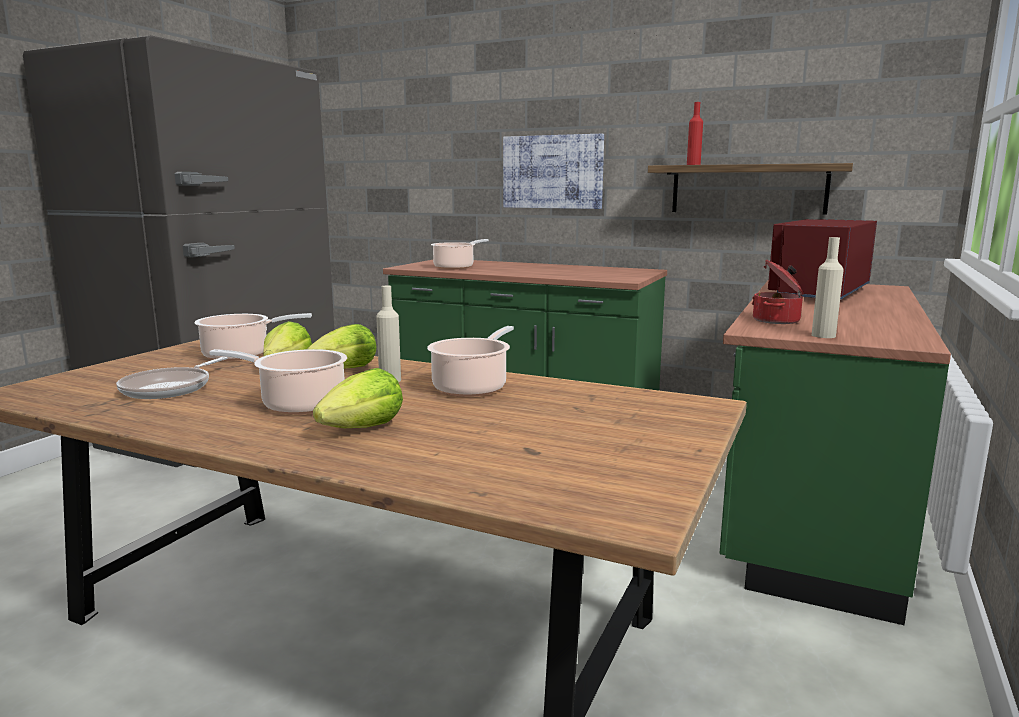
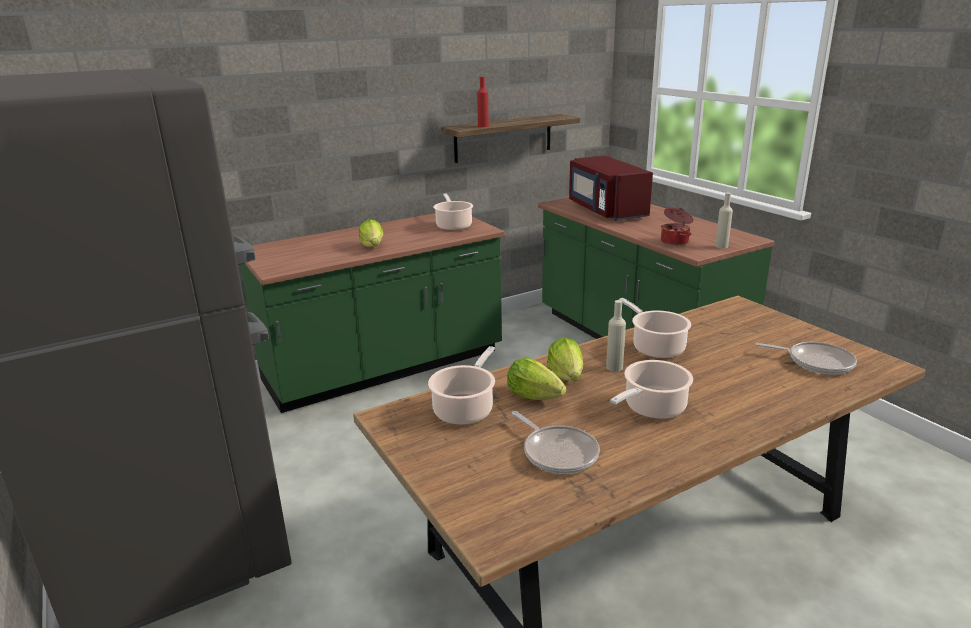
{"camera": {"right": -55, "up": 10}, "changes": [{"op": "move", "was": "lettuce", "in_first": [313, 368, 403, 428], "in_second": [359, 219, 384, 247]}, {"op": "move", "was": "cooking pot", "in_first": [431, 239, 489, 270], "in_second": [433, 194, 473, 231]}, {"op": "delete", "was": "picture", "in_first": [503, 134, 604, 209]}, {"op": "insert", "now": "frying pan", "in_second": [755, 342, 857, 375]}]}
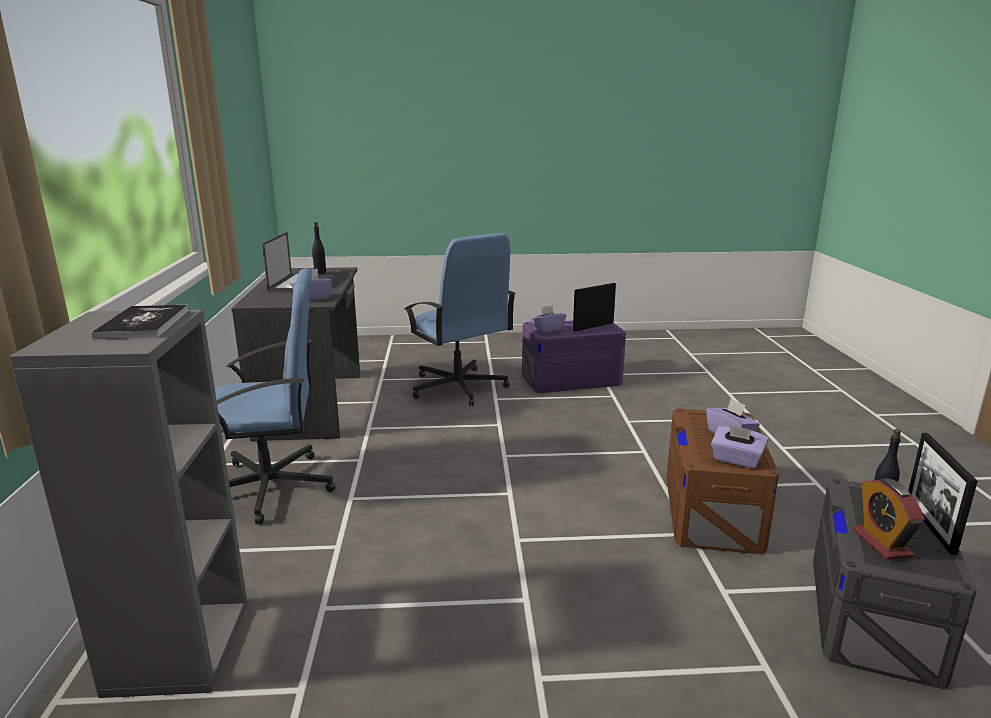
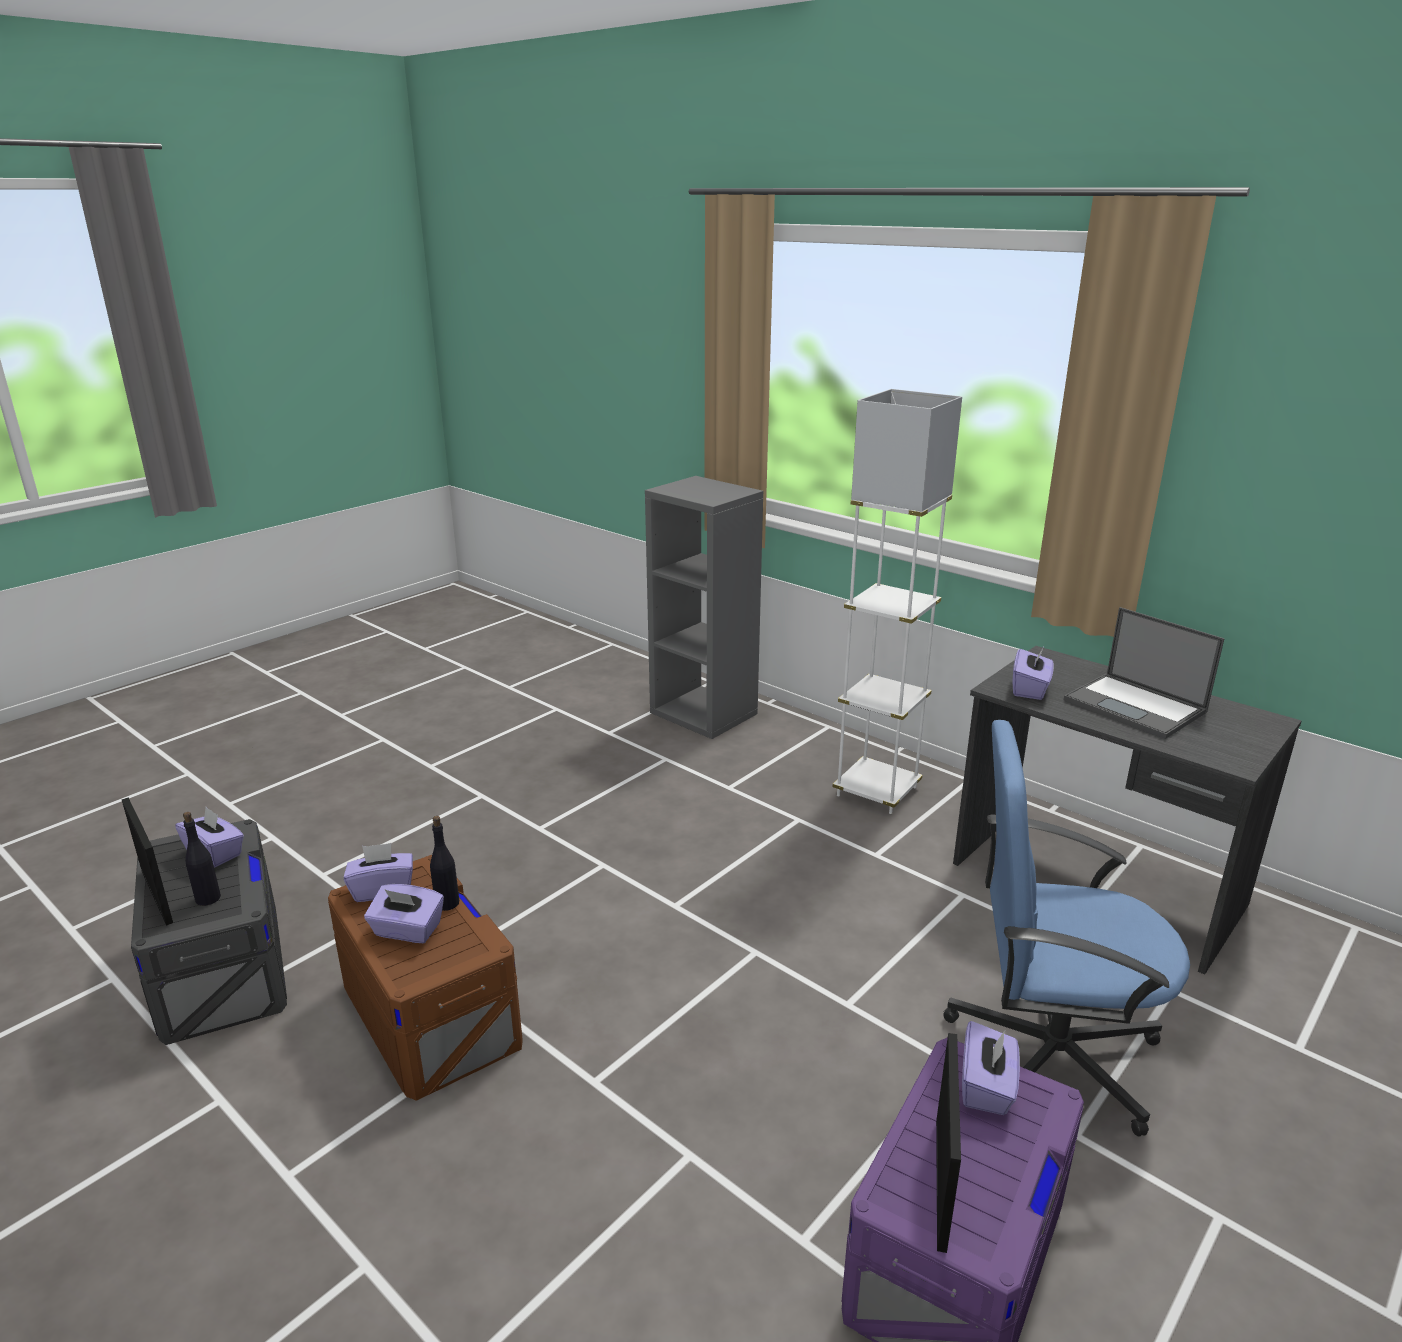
{"camera": {"right": 135, "up": 5}, "changes": [{"op": "delete", "was": "book", "in_first": [92, 305, 189, 339]}, {"op": "replace", "was": "blue office chair", "now": "white floor lamp", "in_first": [215, 268, 336, 525], "in_second": [833, 389, 962, 814]}, {"op": "move", "was": "black bottle", "in_first": [312, 222, 326, 274], "in_second": [430, 816, 459, 911]}, {"op": "replace", "was": "alarm clock", "now": "purple tissue box", "in_first": [853, 478, 925, 560], "in_second": [175, 807, 244, 868]}]}
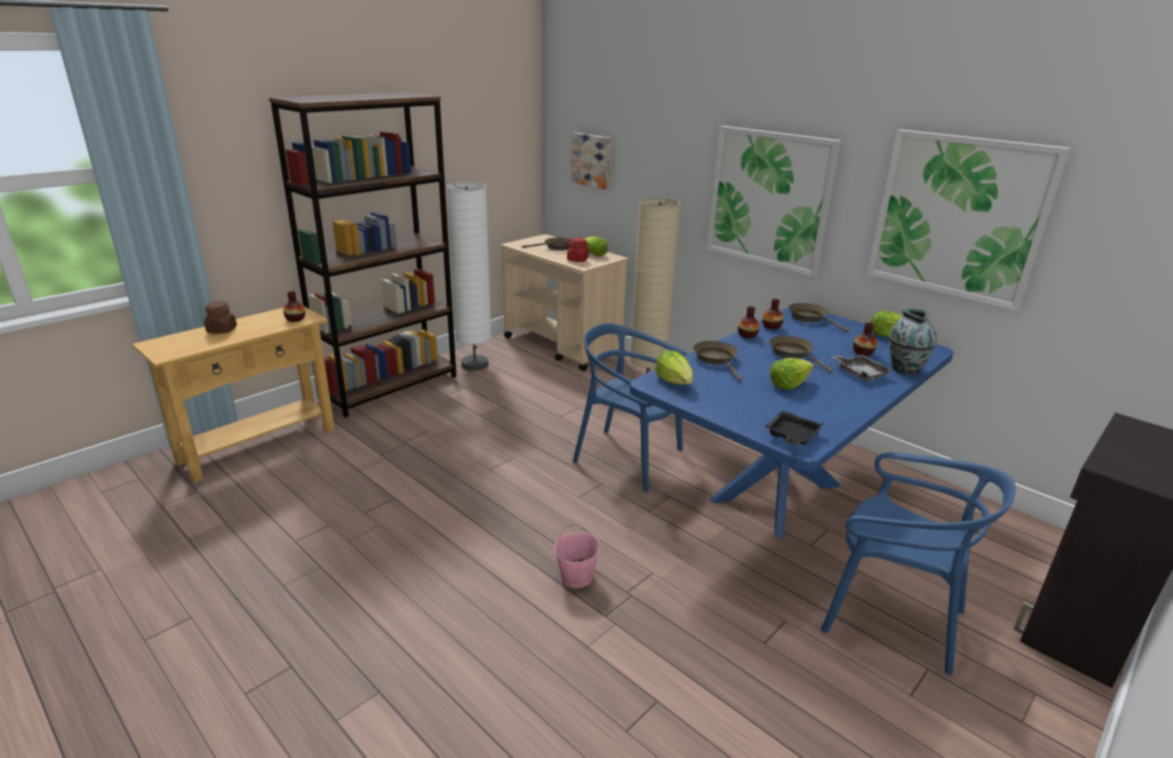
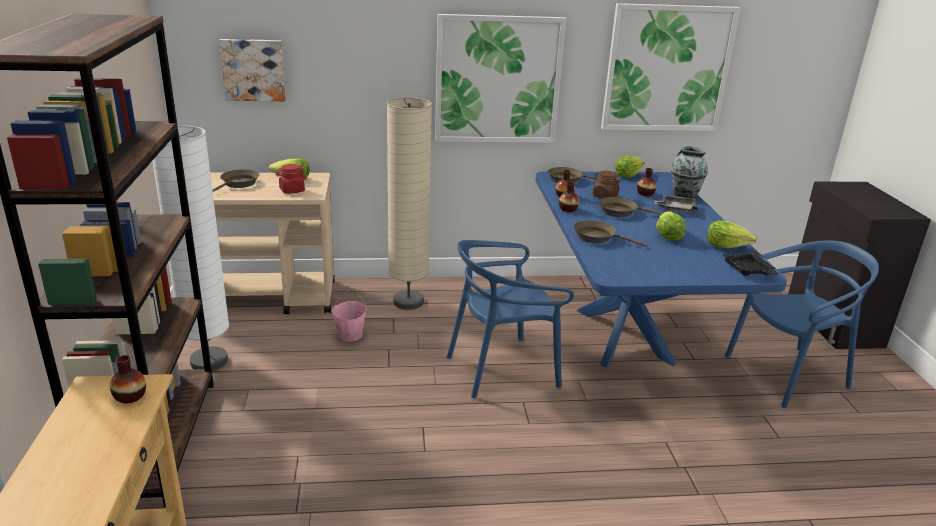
{"camera": {"right": -50, "up": 0}, "changes": [{"op": "move", "was": "brown jar", "in_first": [204, 301, 237, 334], "in_second": [592, 171, 620, 199]}, {"op": "move", "was": "pink bucket", "in_first": [554, 524, 600, 588], "in_second": [332, 291, 367, 342]}, {"op": "move", "was": "lettuce", "in_first": [656, 350, 693, 385], "in_second": [707, 220, 757, 248]}]}
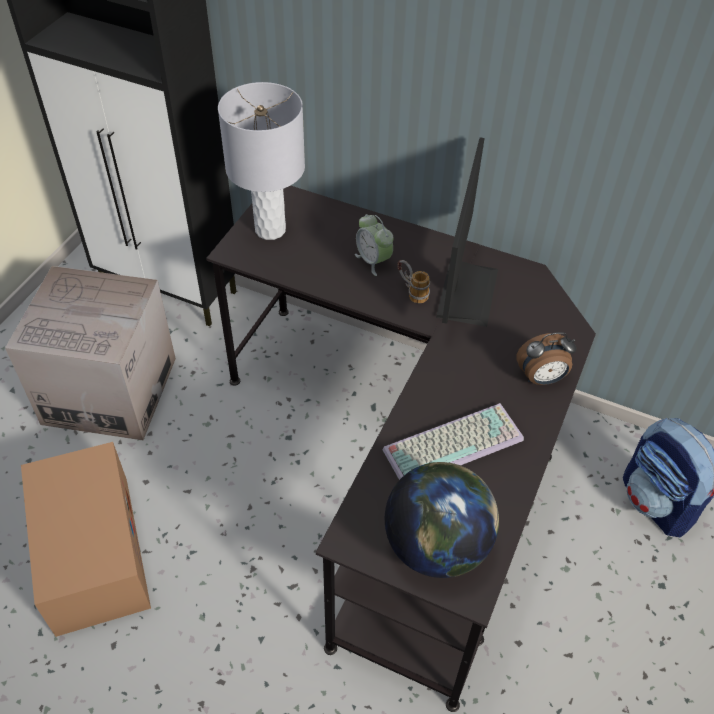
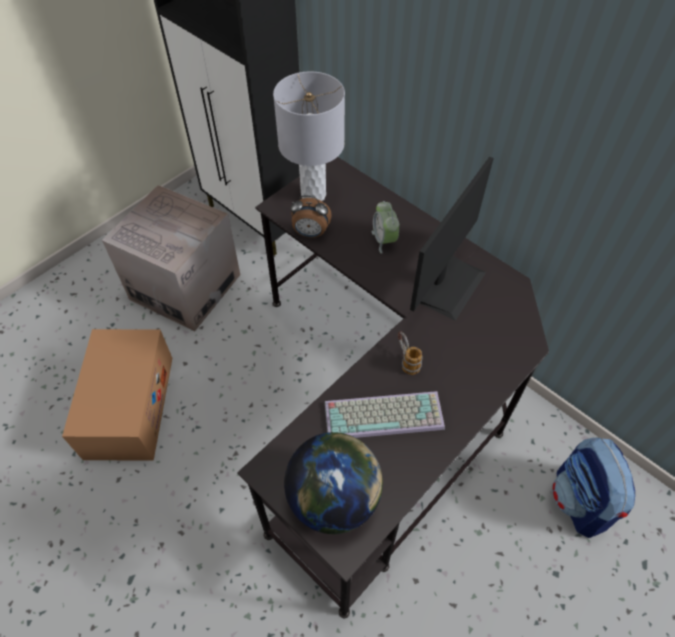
{"camera": {"right": 20, "up": 5}, "changes": [{"op": "move", "was": "mug", "in_first": [398, 260, 430, 303], "in_second": [398, 331, 423, 375]}, {"op": "move", "was": "alarm clock", "in_first": [516, 332, 576, 385], "in_second": [290, 196, 332, 238]}]}
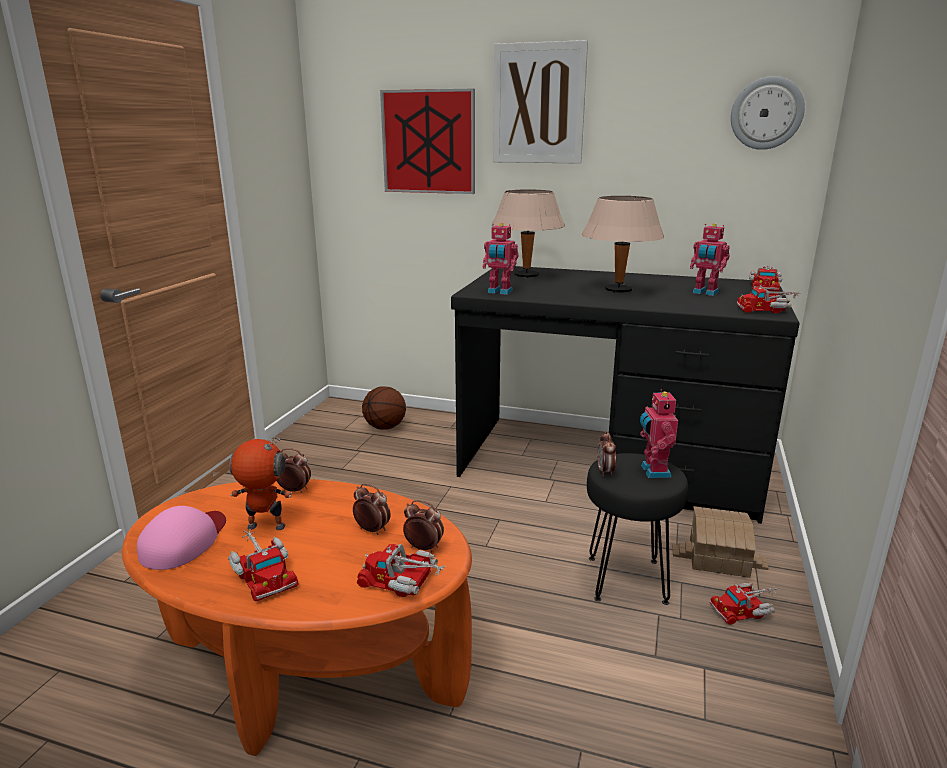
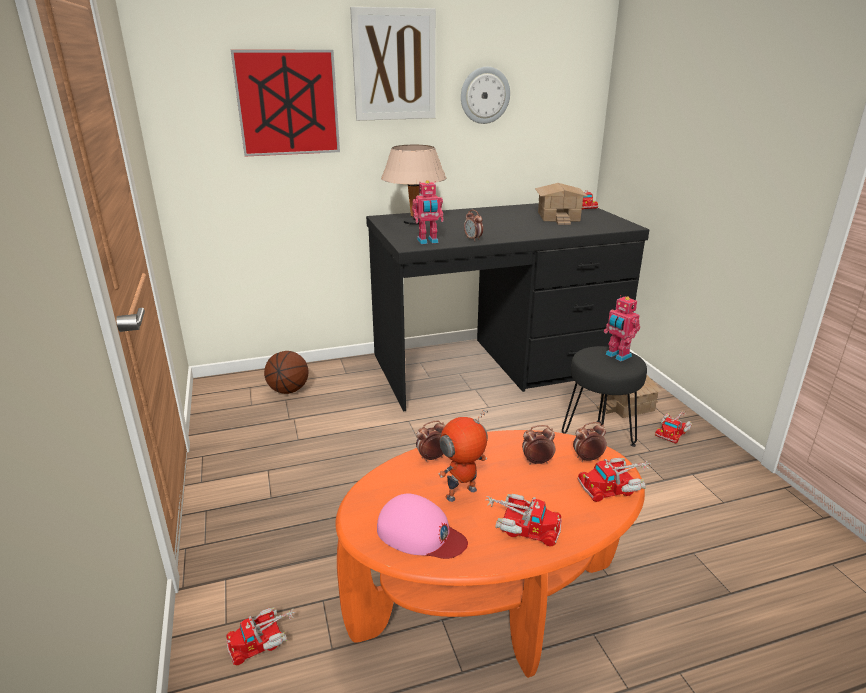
{"camera": {"right": -35, "up": 5}, "changes": [{"op": "rotate", "was": "pink cap", "in_first": [137, 506, 226, 570], "in_second": [377, 494, 468, 559], "clockwise": 135}, {"op": "delete", "was": "beige table lamp", "in_first": [582, 196, 664, 293]}, {"op": "move", "was": "alarm clock", "in_first": [597, 431, 616, 476], "in_second": [464, 210, 483, 240]}, {"op": "replace", "was": "toy robot", "now": "toy house", "in_first": [690, 223, 729, 296], "in_second": [535, 183, 587, 225]}, {"op": "move", "was": "wall clock", "in_first": [731, 76, 805, 150], "in_second": [461, 67, 510, 124]}, {"op": "move", "was": "toy truck", "in_first": [736, 285, 800, 313], "in_second": [226, 607, 296, 665]}]}
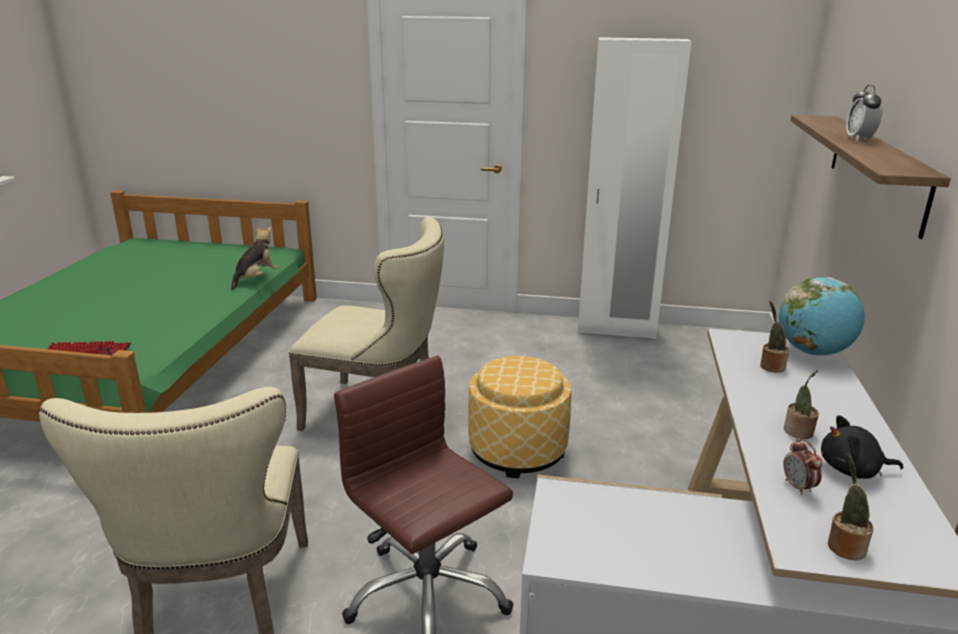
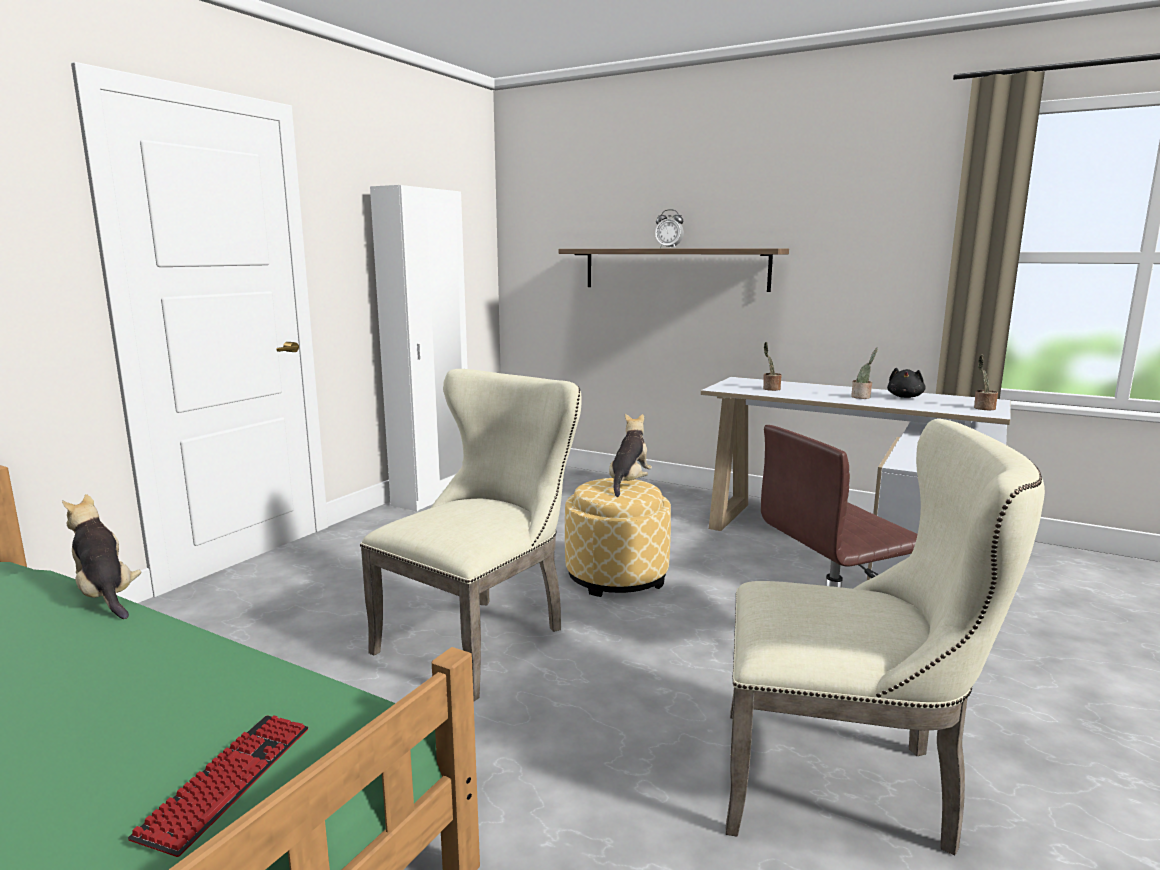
{"camera": {"right": -70, "up": -10}, "changes": [{"op": "delete", "was": "globe", "in_first": [779, 277, 865, 355]}, {"op": "delete", "was": "alarm clock", "in_first": [783, 439, 823, 495]}, {"op": "insert", "now": "plush toy", "in_second": [609, 414, 652, 497]}]}
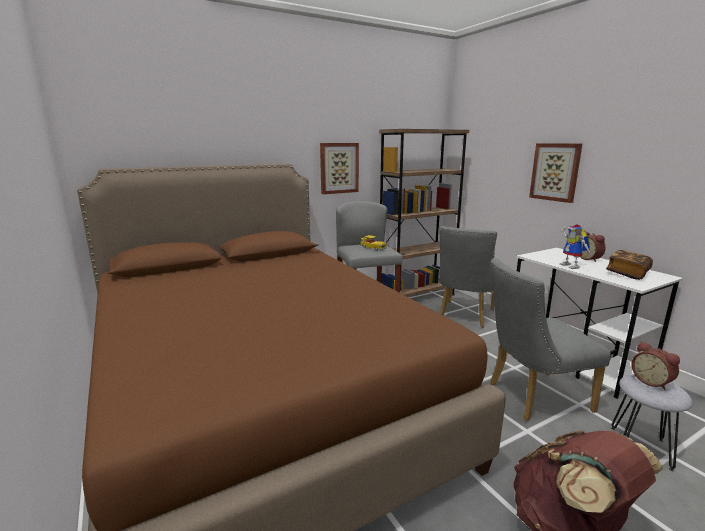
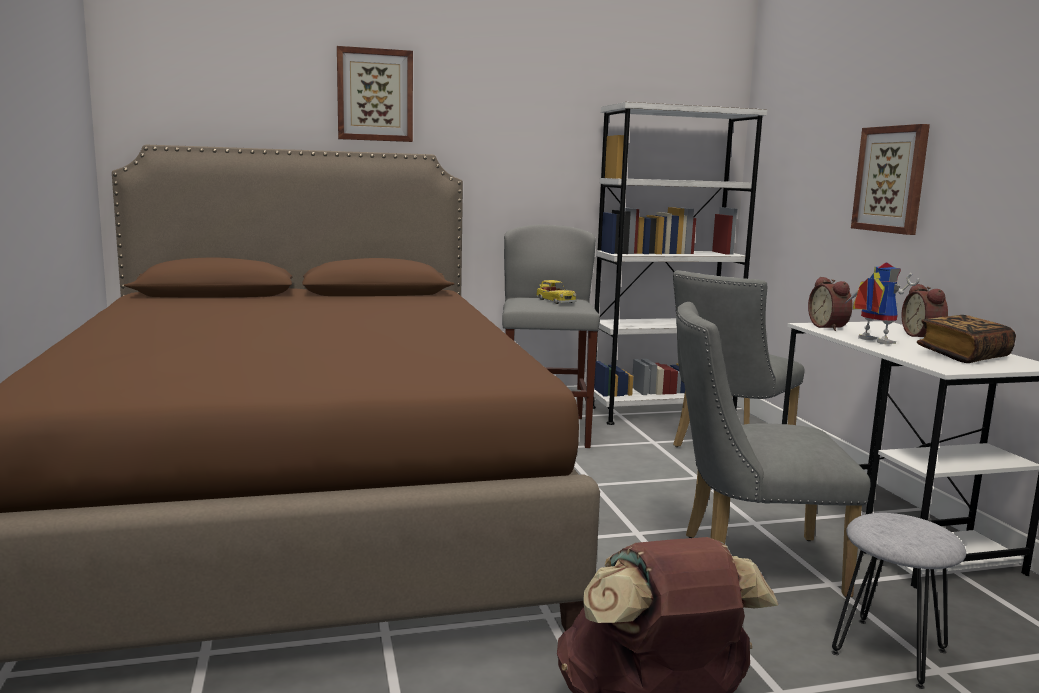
{"camera": {"right": 15, "up": -5}, "changes": [{"op": "move", "was": "picture", "in_first": [320, 143, 359, 194], "in_second": [337, 46, 413, 142]}, {"op": "recolor", "was": "brown bookcase", "now": "white bookcase", "in_first": [379, 129, 469, 297], "in_second": [593, 102, 767, 425]}, {"op": "rotate", "was": "toy robot", "in_first": [560, 224, 591, 269], "in_second": [844, 262, 920, 344], "clockwise": 150}, {"op": "move", "was": "alarm clock", "in_first": [631, 342, 680, 390], "in_second": [808, 277, 852, 331]}]}
